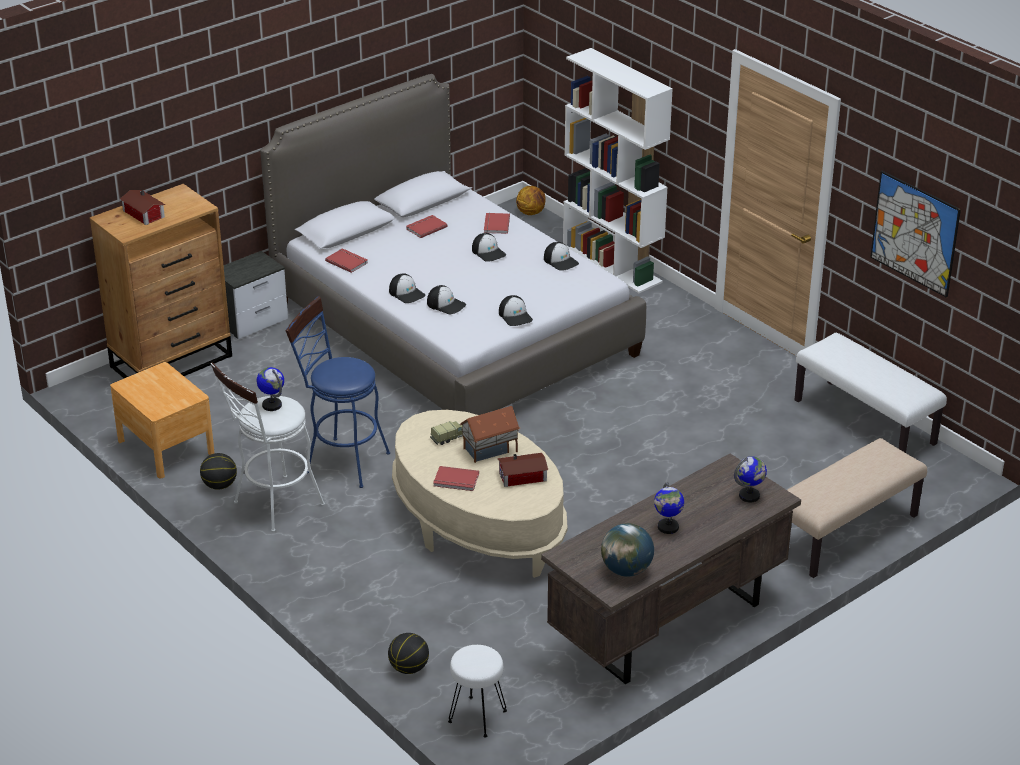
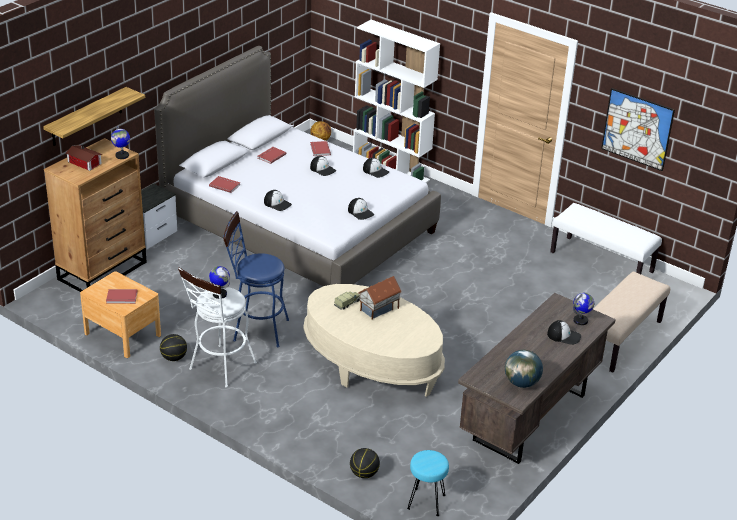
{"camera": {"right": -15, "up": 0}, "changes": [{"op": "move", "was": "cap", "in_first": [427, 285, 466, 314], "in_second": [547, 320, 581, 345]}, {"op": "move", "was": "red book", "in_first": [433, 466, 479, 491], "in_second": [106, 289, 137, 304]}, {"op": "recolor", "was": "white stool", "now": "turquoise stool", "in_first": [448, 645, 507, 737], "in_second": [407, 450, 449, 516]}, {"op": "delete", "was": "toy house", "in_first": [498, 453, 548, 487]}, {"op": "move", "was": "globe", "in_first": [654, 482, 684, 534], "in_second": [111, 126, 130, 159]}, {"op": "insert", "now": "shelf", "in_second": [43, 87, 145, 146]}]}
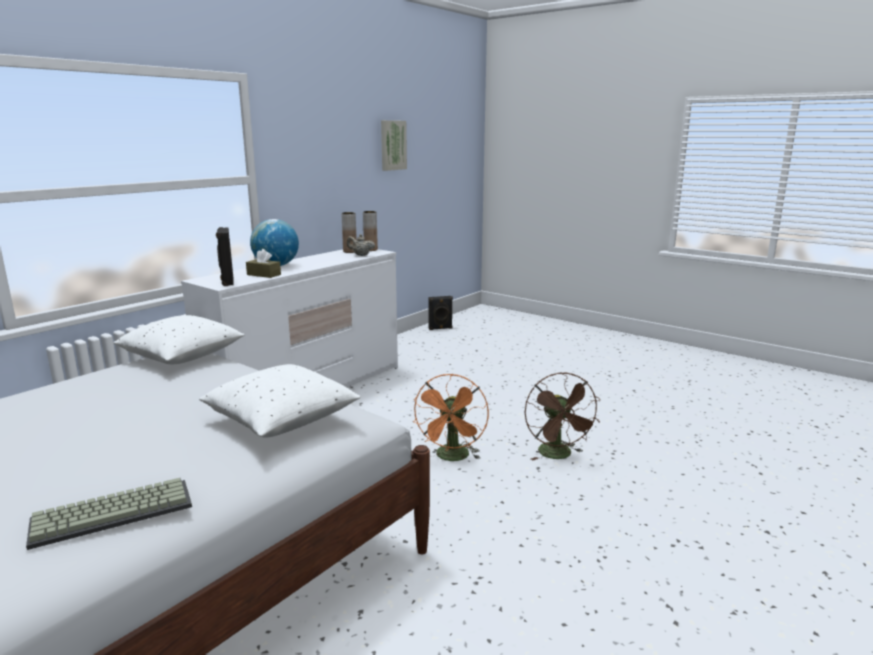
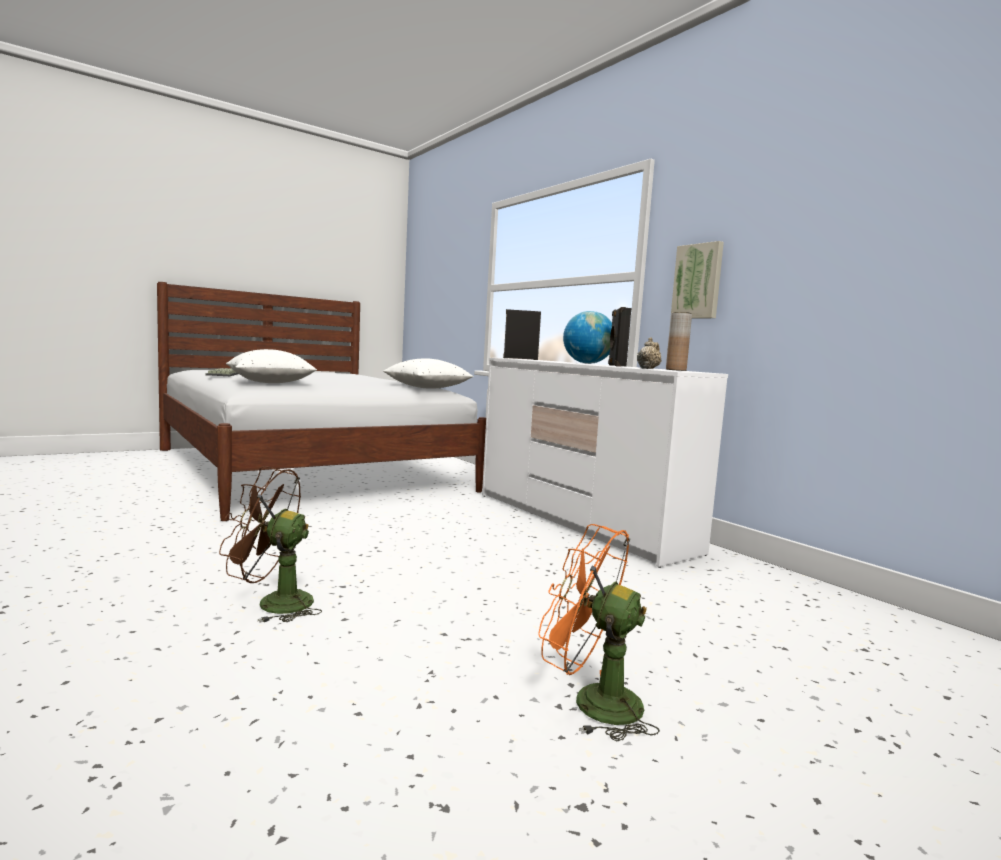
{"camera": {"right": 105, "up": -10}, "changes": [{"op": "delete", "was": "brown tissue box", "in_first": [246, 249, 281, 278]}, {"op": "delete", "was": "brown vase", "in_first": [363, 211, 378, 251]}, {"op": "move", "was": "picture", "in_first": [381, 120, 407, 171], "in_second": [671, 241, 724, 319]}, {"op": "move", "was": "orange fan", "in_first": [413, 374, 489, 461], "in_second": [538, 524, 660, 741]}, {"op": "move", "was": "black speaker", "in_first": [428, 296, 453, 330], "in_second": [608, 307, 631, 367]}]}
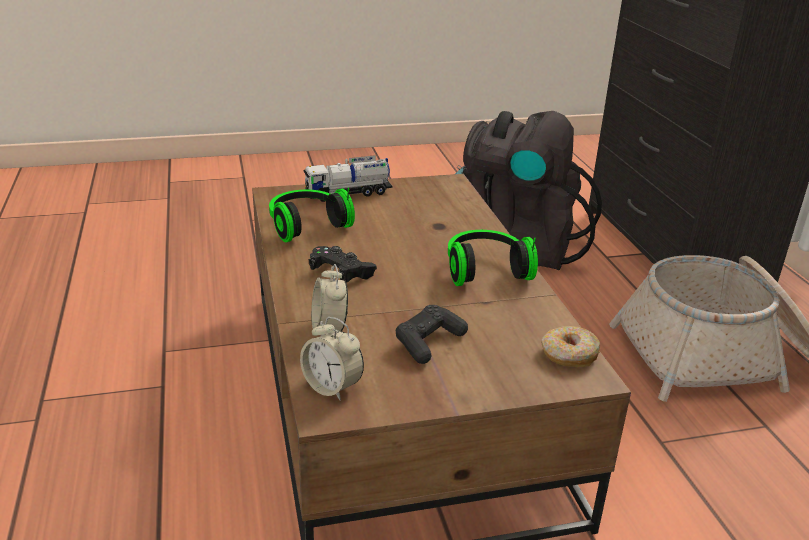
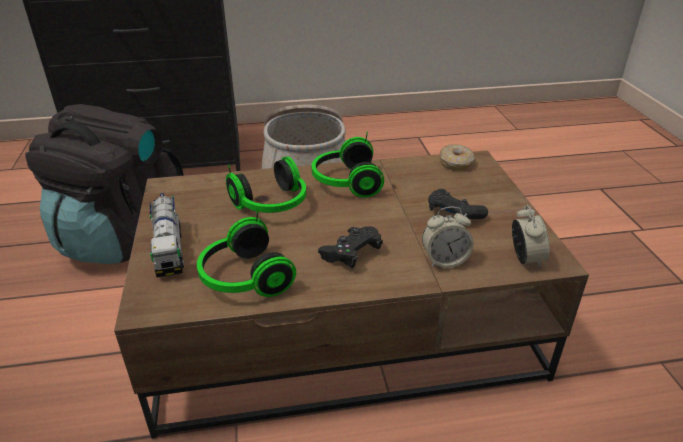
{"camera": {"right": -85, "up": 5}, "changes": [{"op": "rotate", "was": "alarm clock", "in_first": [300, 317, 364, 401], "in_second": [512, 205, 550, 268], "clockwise": -45}, {"op": "insert", "now": "headphones", "in_second": [226, 156, 306, 213]}]}
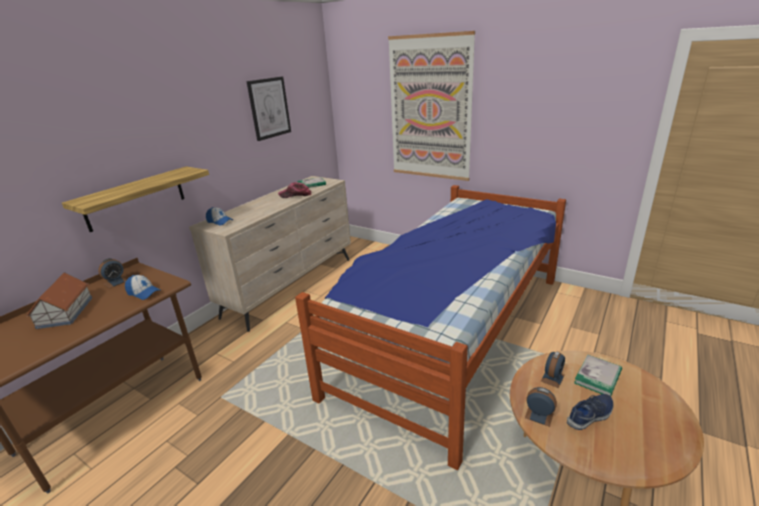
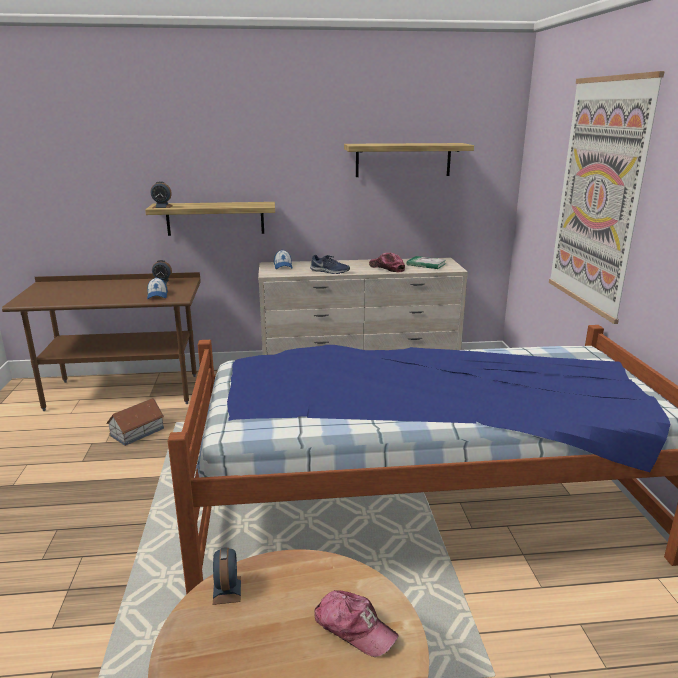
{"camera": {"right": 50, "up": -5}, "changes": [{"op": "move", "was": "toy house", "in_first": [27, 273, 92, 329], "in_second": [106, 398, 164, 446]}, {"op": "replace", "was": "picture", "now": "shelf", "in_first": [247, 76, 291, 141], "in_second": [344, 143, 474, 177]}, {"op": "move", "was": "alarm clock", "in_first": [541, 351, 565, 388], "in_second": [150, 181, 173, 208]}, {"op": "move", "was": "blue shoe", "in_first": [567, 394, 613, 430], "in_second": [310, 255, 350, 274]}, {"op": "replace", "was": "book", "now": "cap", "in_first": [574, 355, 622, 396], "in_second": [314, 590, 398, 657]}]}
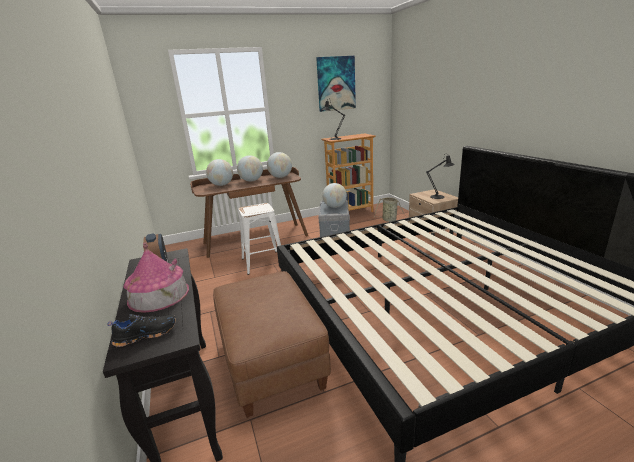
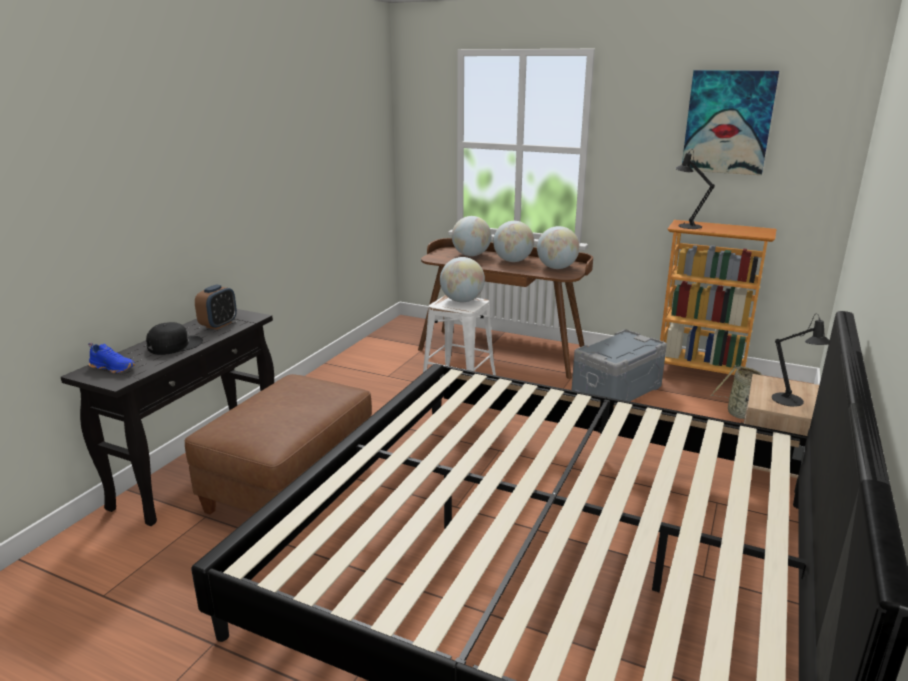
{"camera": {"right": 45, "up": 0}, "changes": [{"op": "recolor", "was": "black shoe", "now": "blue shoe", "in_first": [107, 314, 176, 347], "in_second": [88, 342, 135, 373]}, {"op": "replace", "was": "toy house", "now": "black cap", "in_first": [124, 243, 189, 313], "in_second": [146, 322, 203, 355]}, {"op": "move", "was": "globe", "in_first": [322, 183, 347, 208], "in_second": [440, 257, 485, 302]}]}
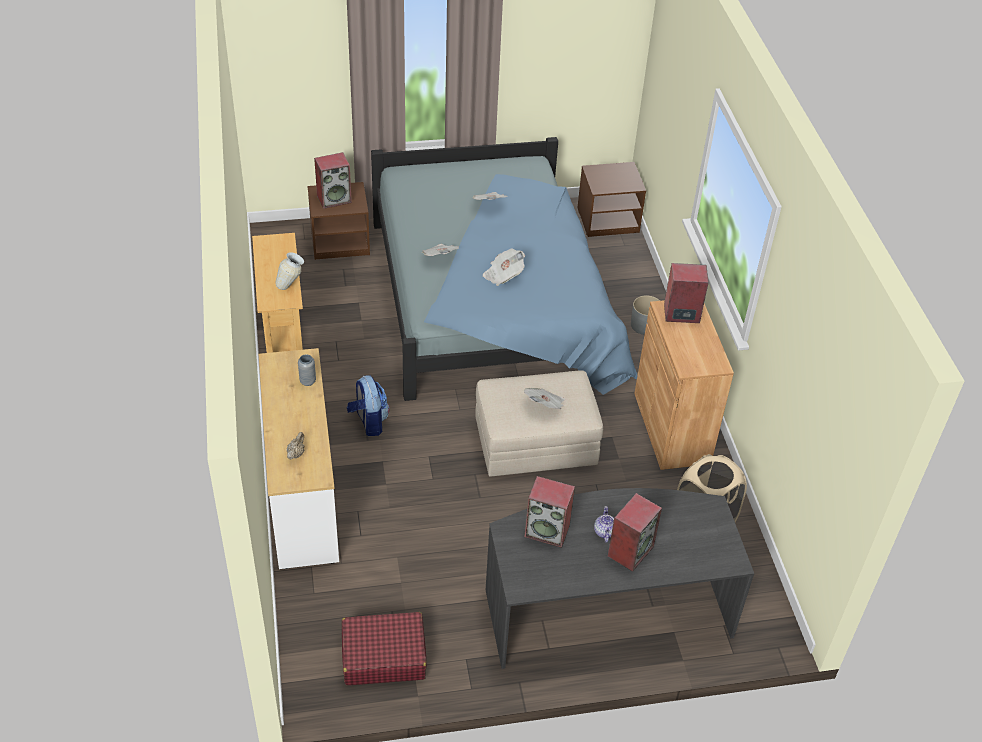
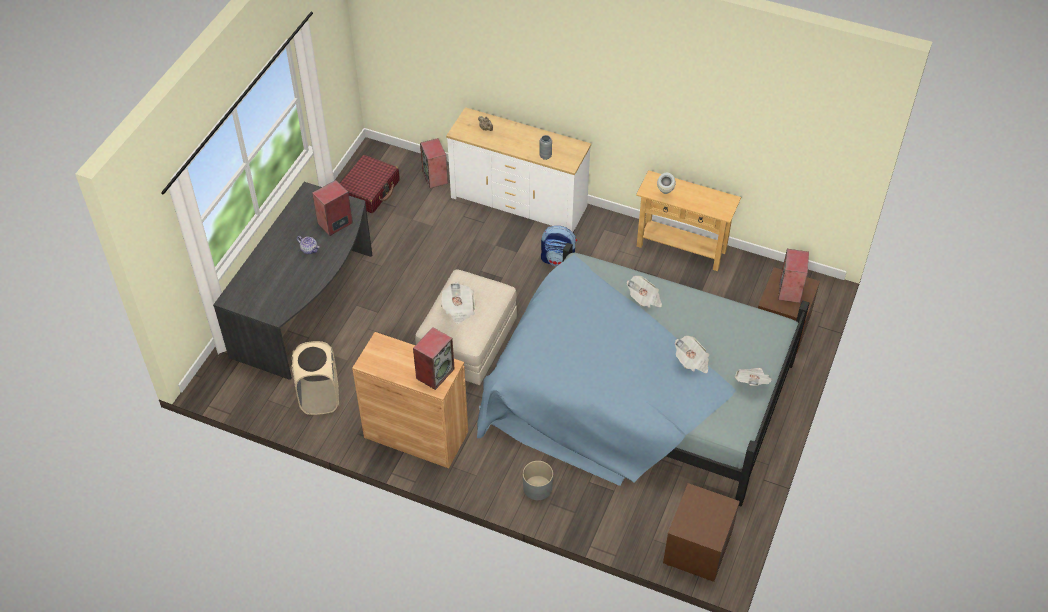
{"camera": {"right": 125, "up": 5}, "changes": [{"op": "move", "was": "newspaper", "in_first": [483, 248, 525, 286], "in_second": [735, 368, 772, 386]}, {"op": "move", "was": "speaker", "in_first": [608, 493, 662, 572], "in_second": [420, 138, 448, 188]}]}
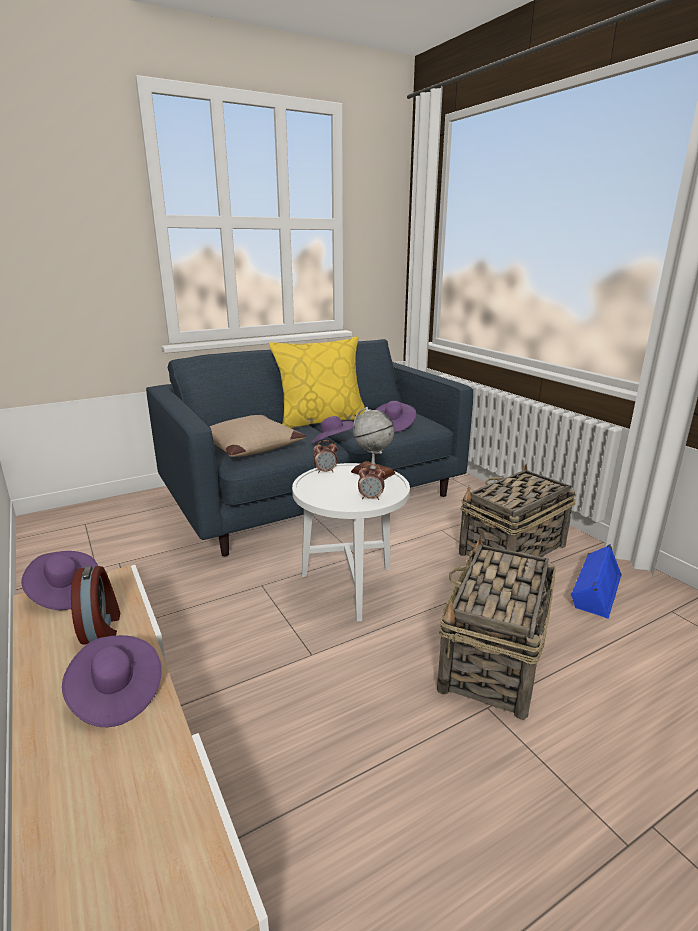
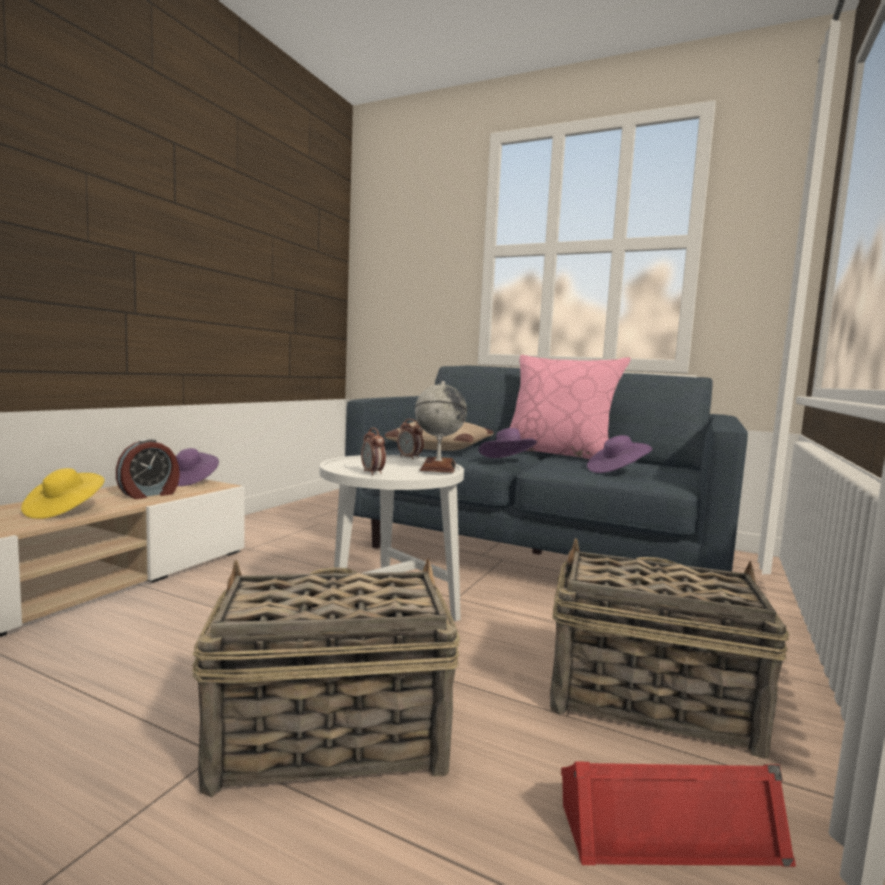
{"camera": {"right": 55, "up": -15}, "changes": [{"op": "recolor", "was": "purple hat", "now": "yellow hat", "in_first": [62, 635, 162, 727], "in_second": [21, 468, 105, 519]}, {"op": "recolor", "was": "yellow pillow", "now": "pink pillow", "in_first": [269, 336, 366, 429], "in_second": [510, 355, 631, 459]}, {"op": "recolor", "was": "blue speaker", "now": "red speaker", "in_first": [571, 544, 622, 619], "in_second": [561, 761, 796, 867]}]}
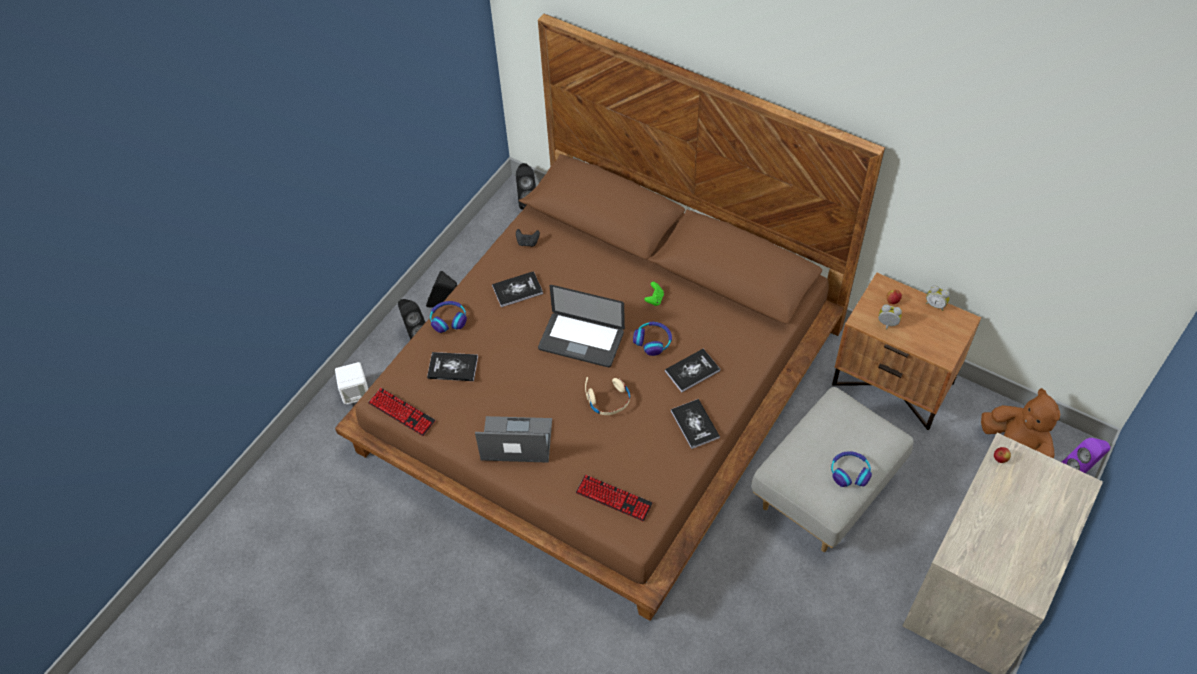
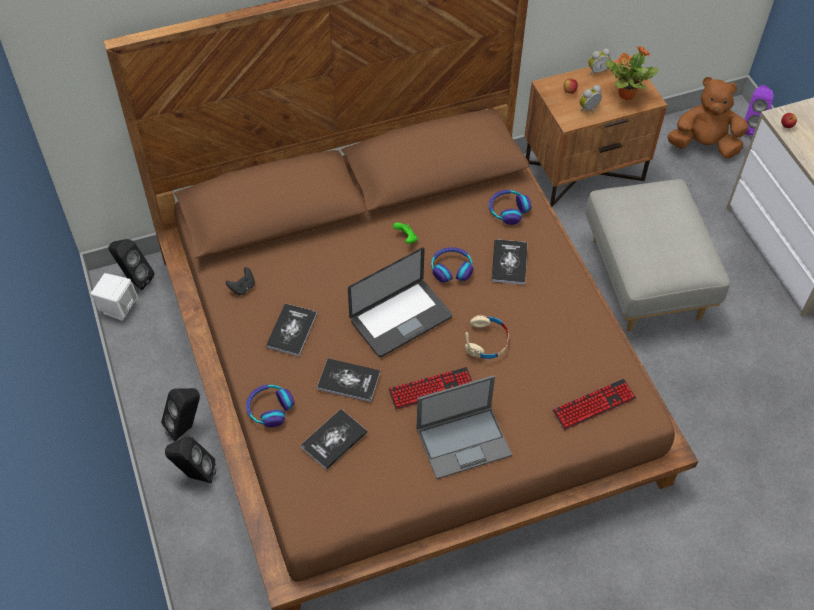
{"camera": {"right": -55, "up": 0}, "changes": [{"op": "move", "was": "white speaker", "in_first": [335, 362, 368, 404], "in_second": [91, 273, 138, 321]}, {"op": "move", "was": "keyboard", "in_first": [368, 388, 436, 436], "in_second": [388, 367, 472, 410]}, {"op": "rotate", "was": "laptop", "in_first": [475, 416, 552, 463], "in_second": [416, 375, 512, 479], "clockwise": -150}, {"op": "move", "was": "book", "in_first": [671, 399, 720, 449], "in_second": [317, 358, 380, 402]}, {"op": "move", "was": "headphones", "in_first": [831, 451, 872, 487], "in_second": [489, 190, 531, 225]}, {"op": "insert", "now": "potted plant", "in_second": [606, 46, 659, 100]}]}
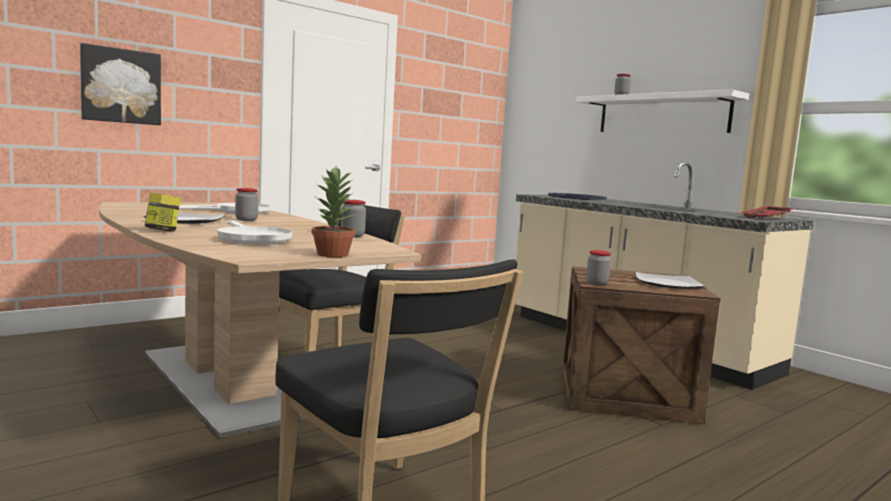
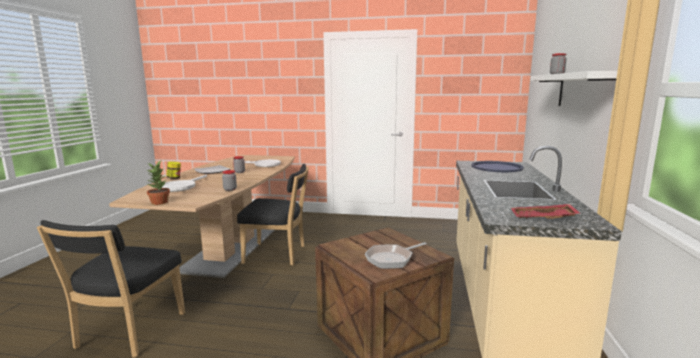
{"camera": {"right": 50, "up": 5}, "changes": [{"op": "delete", "was": "picture", "in_first": [80, 43, 161, 125]}, {"op": "delete", "was": "jar", "in_first": [586, 250, 611, 286]}, {"op": "replace", "was": "plate", "now": "frying pan", "in_first": [636, 272, 705, 289], "in_second": [365, 242, 427, 269]}]}
